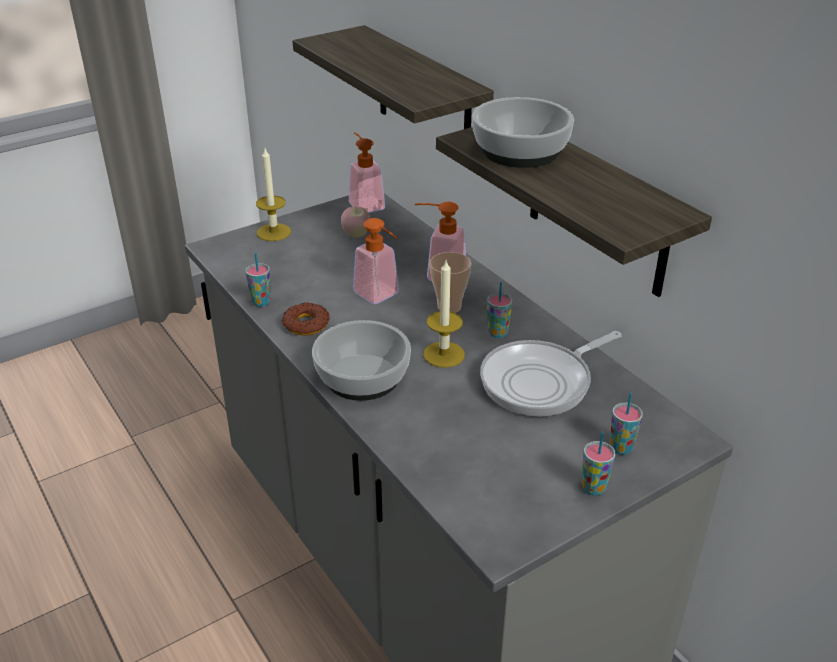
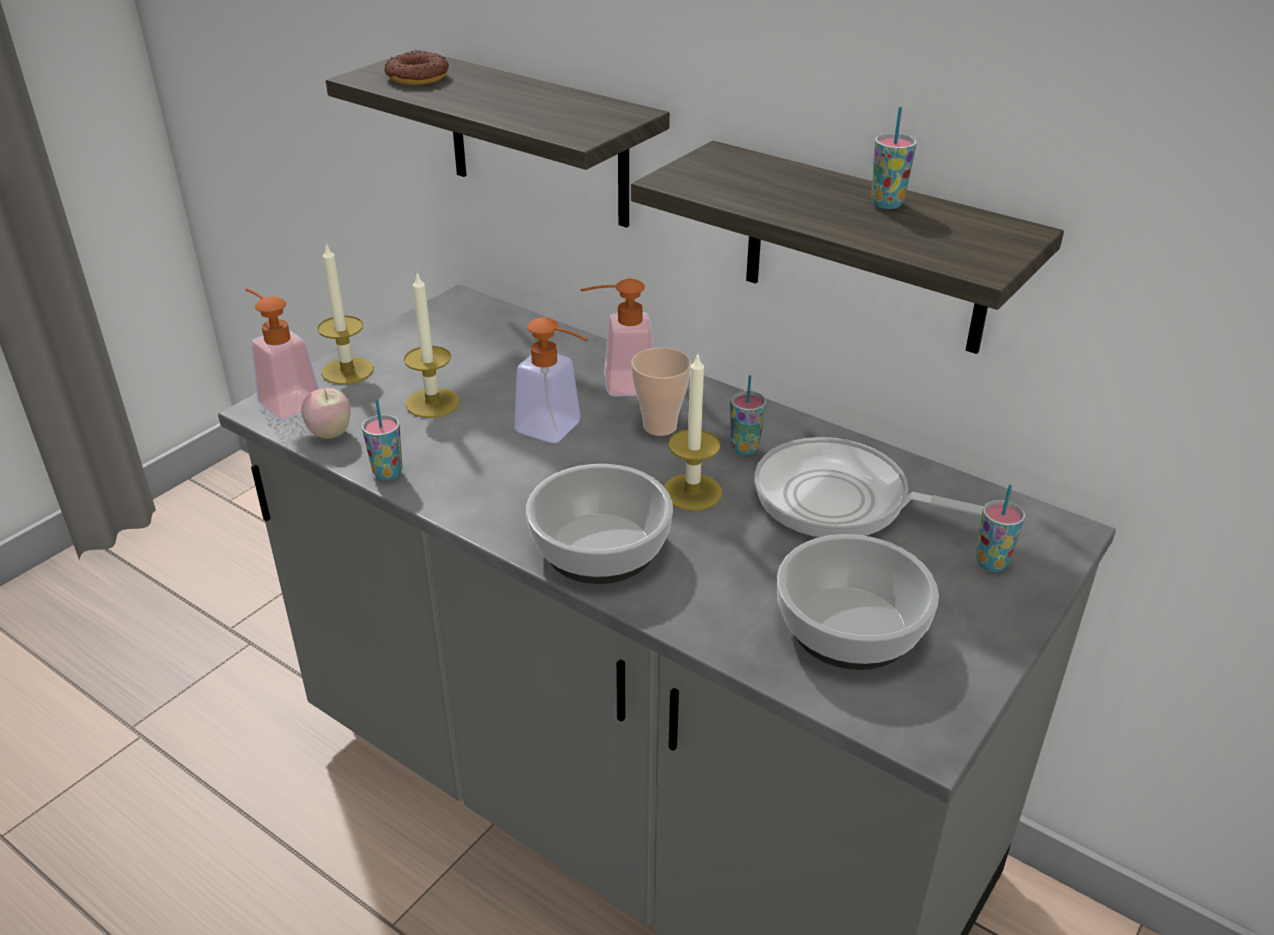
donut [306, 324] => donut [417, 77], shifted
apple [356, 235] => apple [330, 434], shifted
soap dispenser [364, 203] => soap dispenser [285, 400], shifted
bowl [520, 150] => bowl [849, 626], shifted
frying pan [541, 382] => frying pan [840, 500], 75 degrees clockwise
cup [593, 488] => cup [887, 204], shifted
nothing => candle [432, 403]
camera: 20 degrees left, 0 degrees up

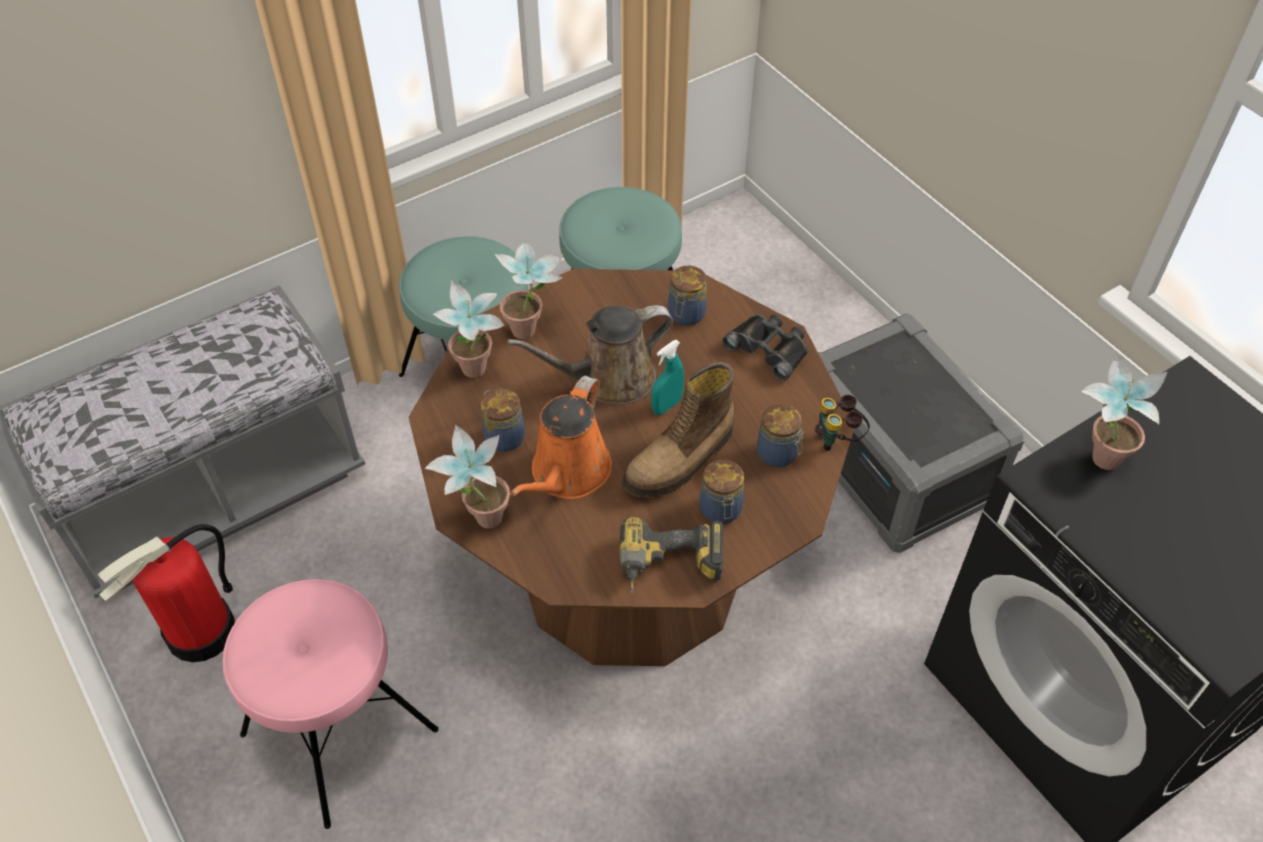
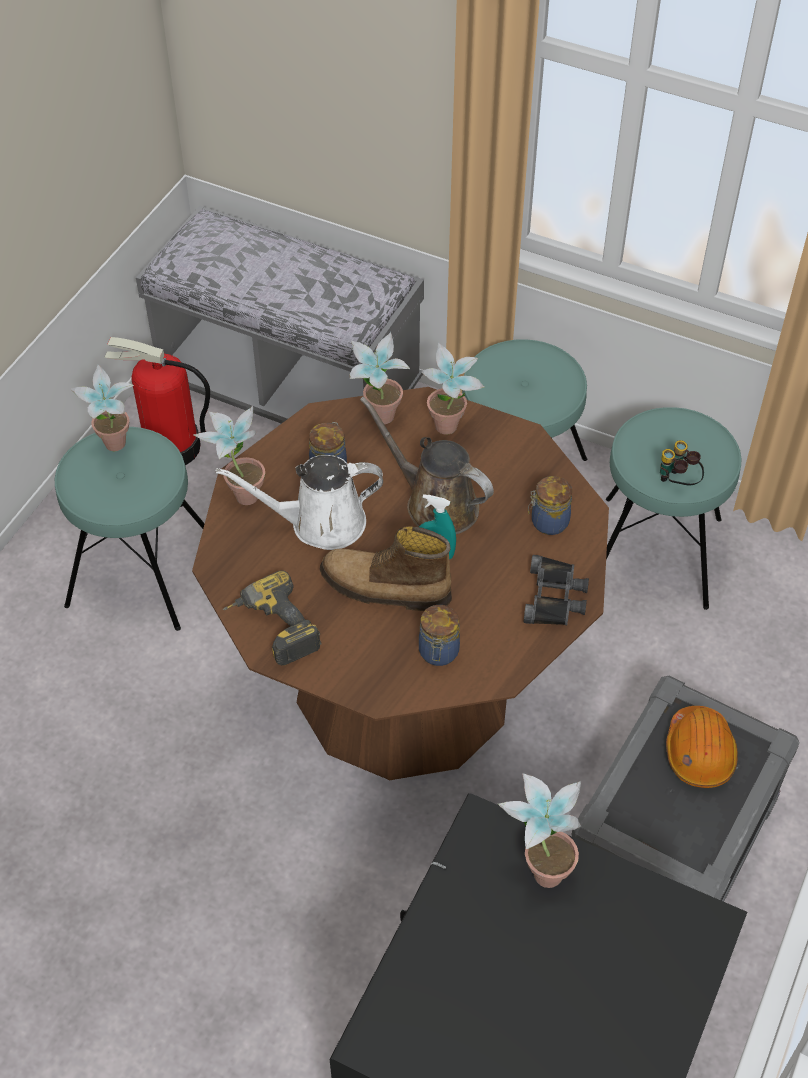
pink stool [339, 731] => turquoise stool [142, 572]
orange watering can [567, 474] => white watering can [320, 523]
jar [720, 511] => nothing
binoculars [838, 439] => binoculars [677, 483], shifted
nothing => potted plant [115, 450]
nothing => orange hard hat [699, 753]
camera: 60 degrees right, 0 degrees up

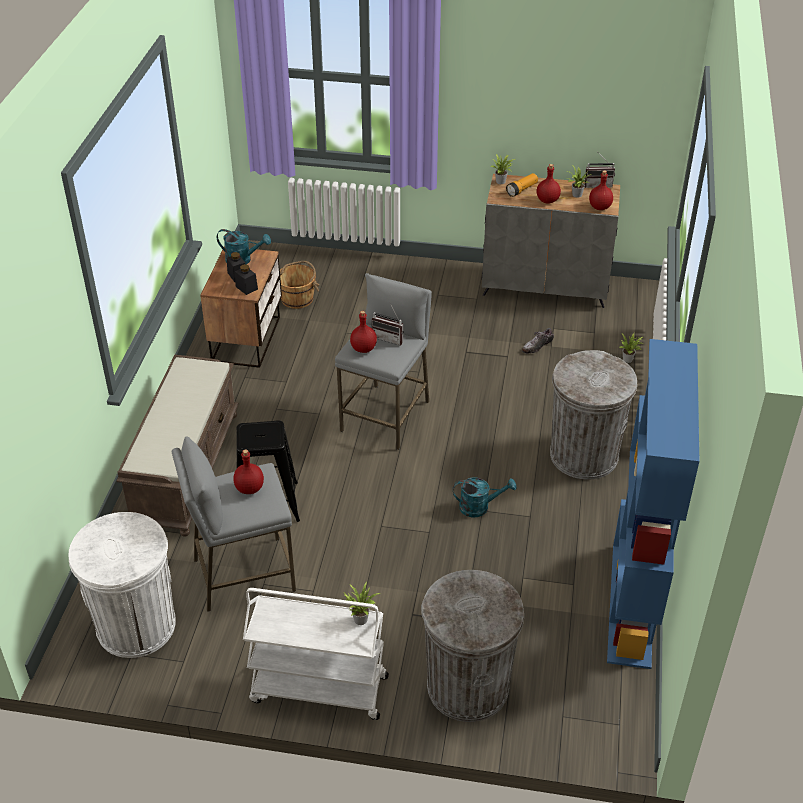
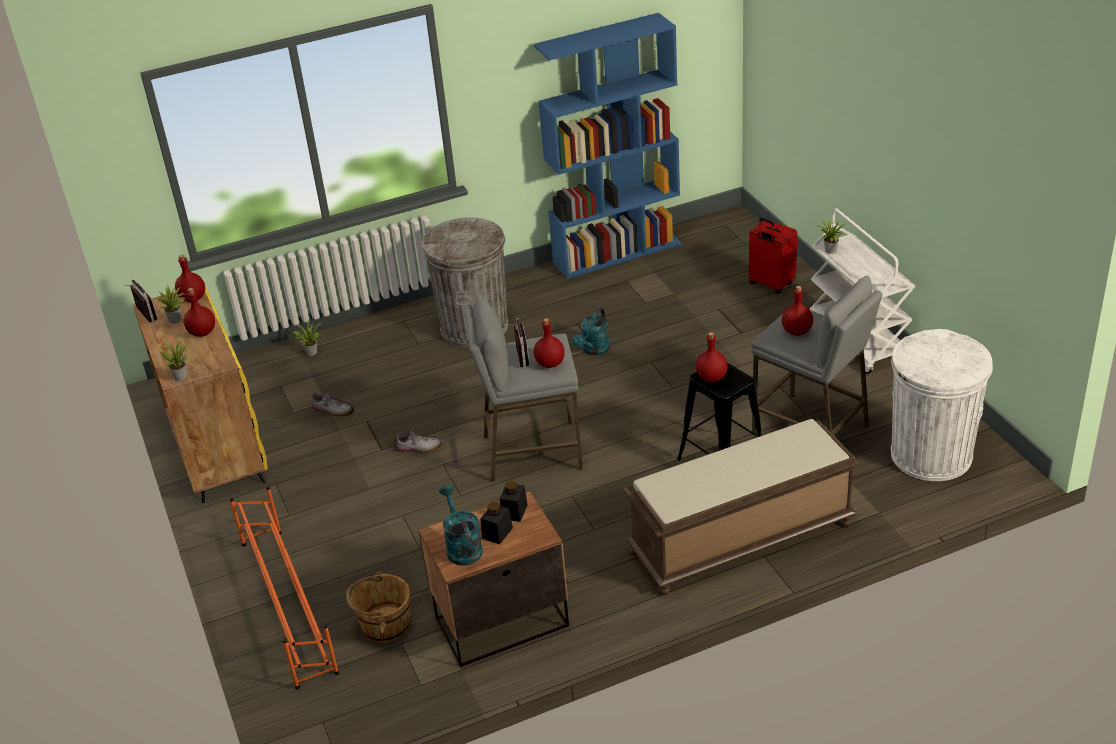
grey trash can [468, 686] => red suitcase [770, 284]
turquoise watering can [479, 507] => turquoise watering can [593, 350], 120 degrees counterclockwise
grey cabinet [545, 287] => yellow cabinet [216, 446]
flashlight [522, 190] => nothing
nothing => orange shoe rack [288, 604]
nothing => shoe [418, 447]
nothing => red bottle [711, 377]
camera: 120 degrees left, 5 degrees down

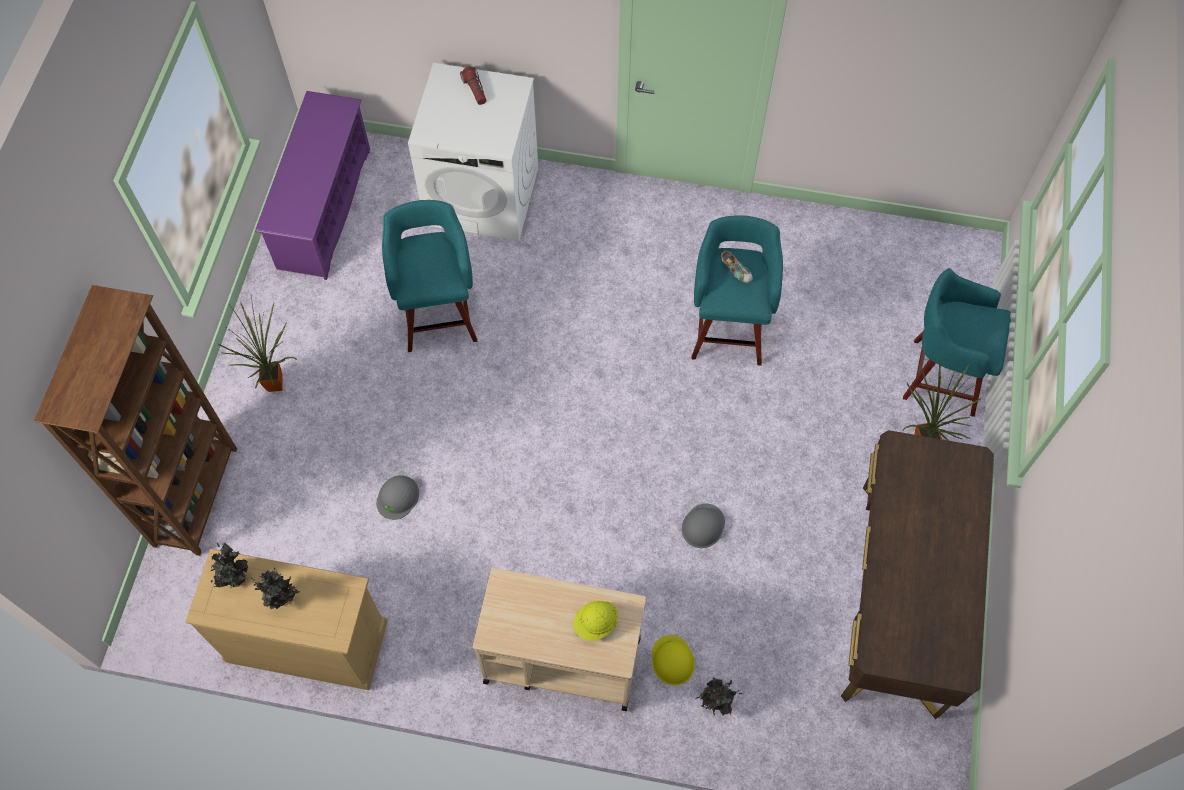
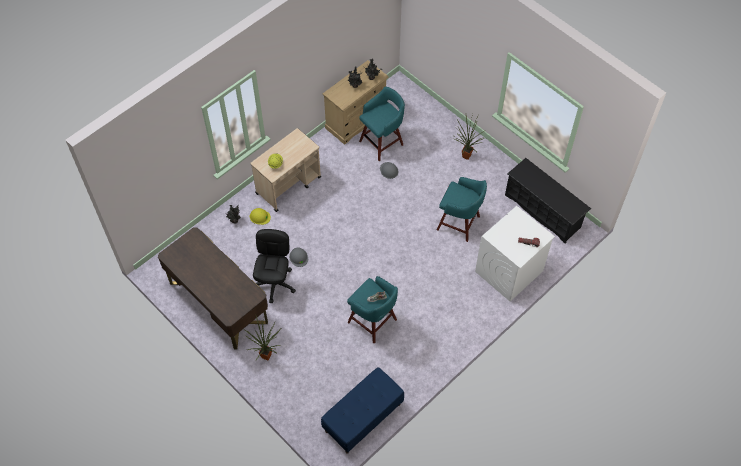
brown bookcase [197, 496] => nothing
purple shoe rack [324, 208] => black shoe rack [543, 211]
turquoise stool [940, 376] => turquoise stool [382, 142], shifted
nothing => black office chair [275, 283]
nothing => blue bench [363, 418]
camera: 125 degrees right, 5 degrees down

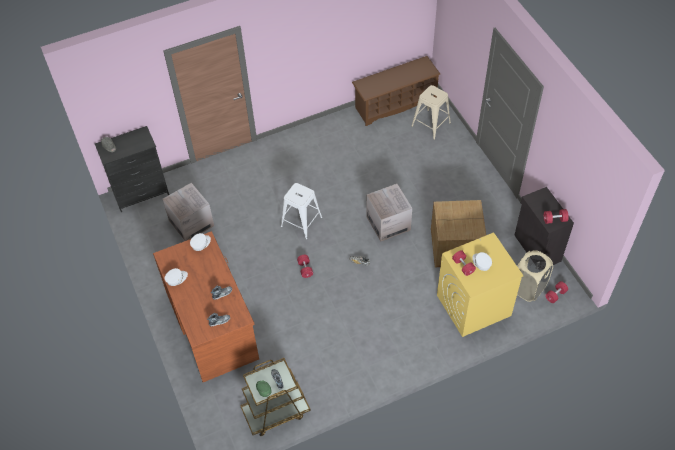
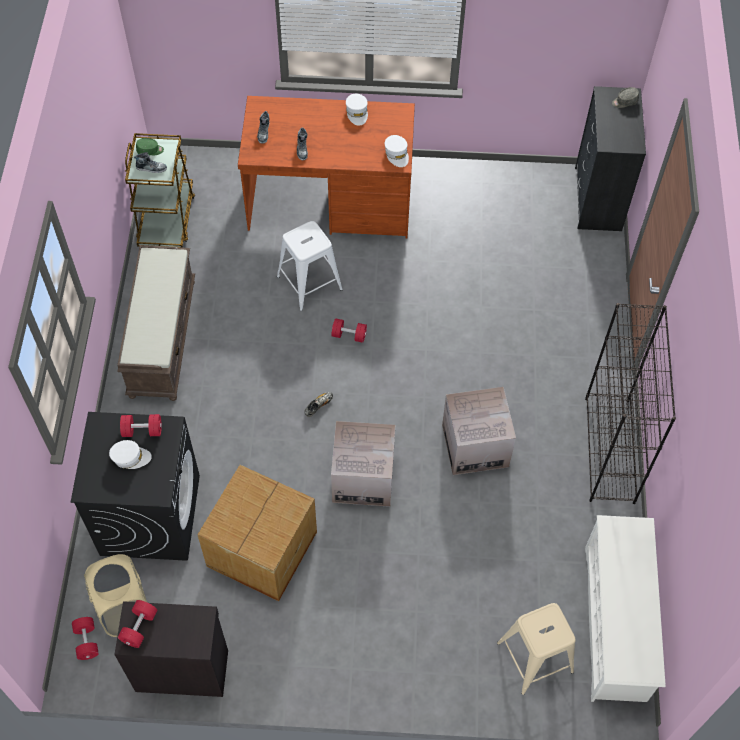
cardboard box [191, 223] => cardboard box [475, 446], shifted
white stool [301, 222] => white stool [309, 283], shifted
brown shoe rack [395, 104] => white shoe rack [615, 624]
yellow washing machine [473, 306] => black washing machine [150, 514]
nothing => brown bench [161, 337]
nothing => black bookcase [610, 450]
camera: 115 degrees right, 5 degrees up

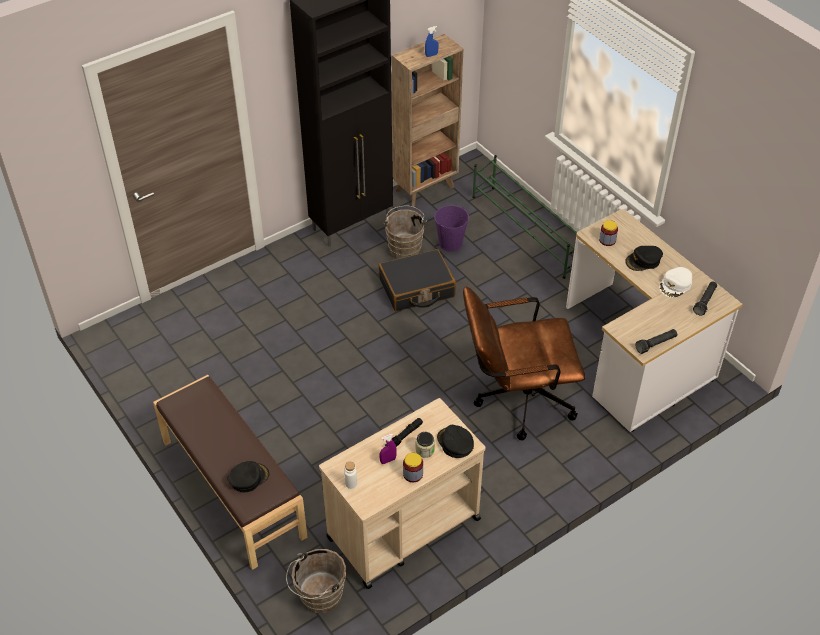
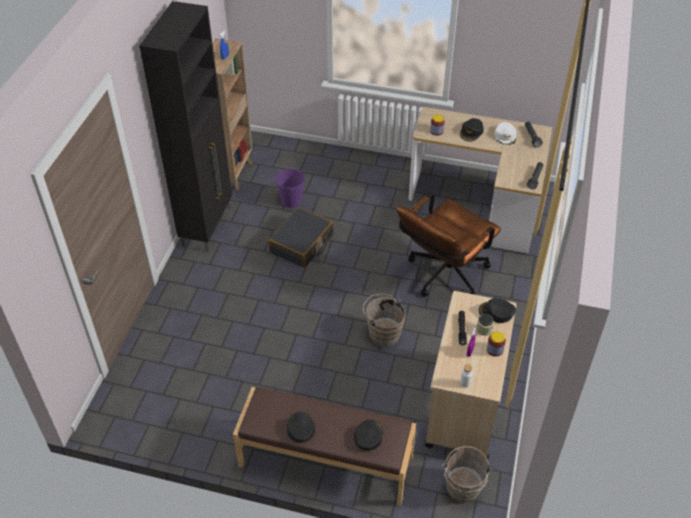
brown bucket [405, 247] => brown bucket [383, 332], shifted
green shoe rack [527, 231] => nothing
nothing => black cap [300, 428]
camera: 40 degrees left, 0 degrees up

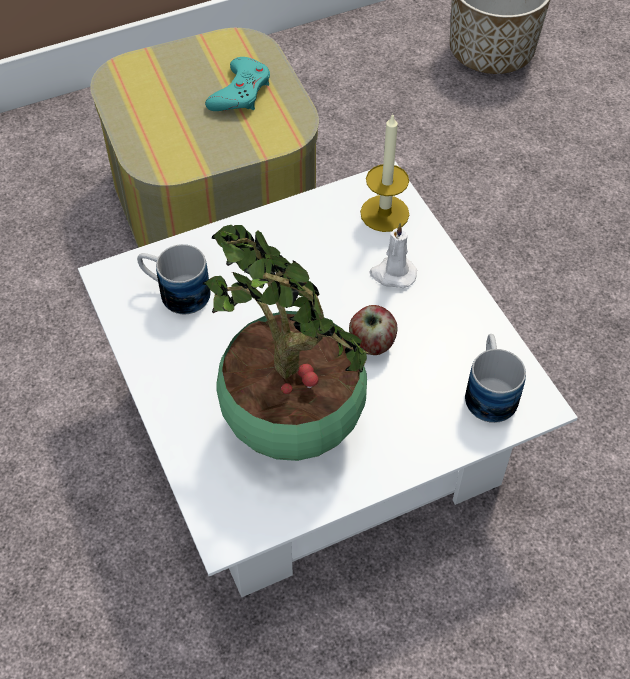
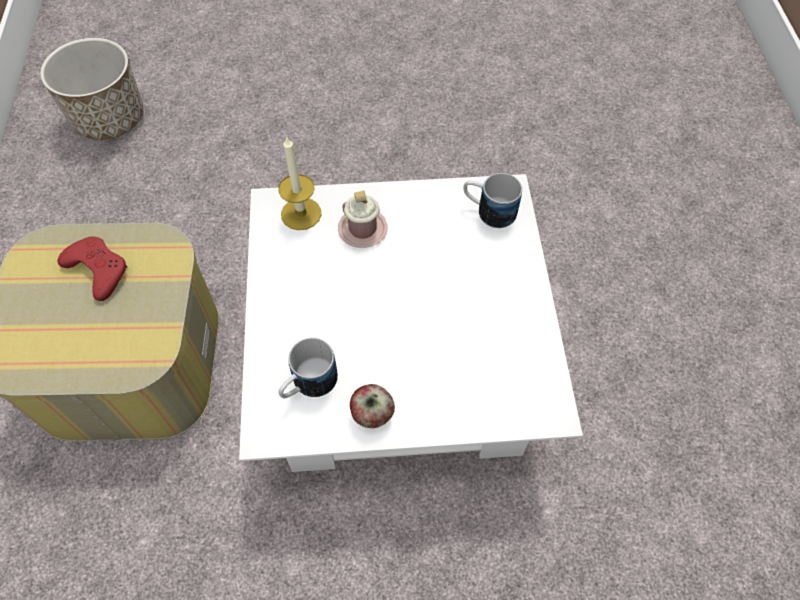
potted plant [296, 426] => nothing
turquoise game controller [240, 92] => red game controller [97, 270]
apple [371, 343] => apple [372, 414], shifted
white candle [392, 274] => pink mug [362, 229]
camera: 70 degrees left, 5 degrees up

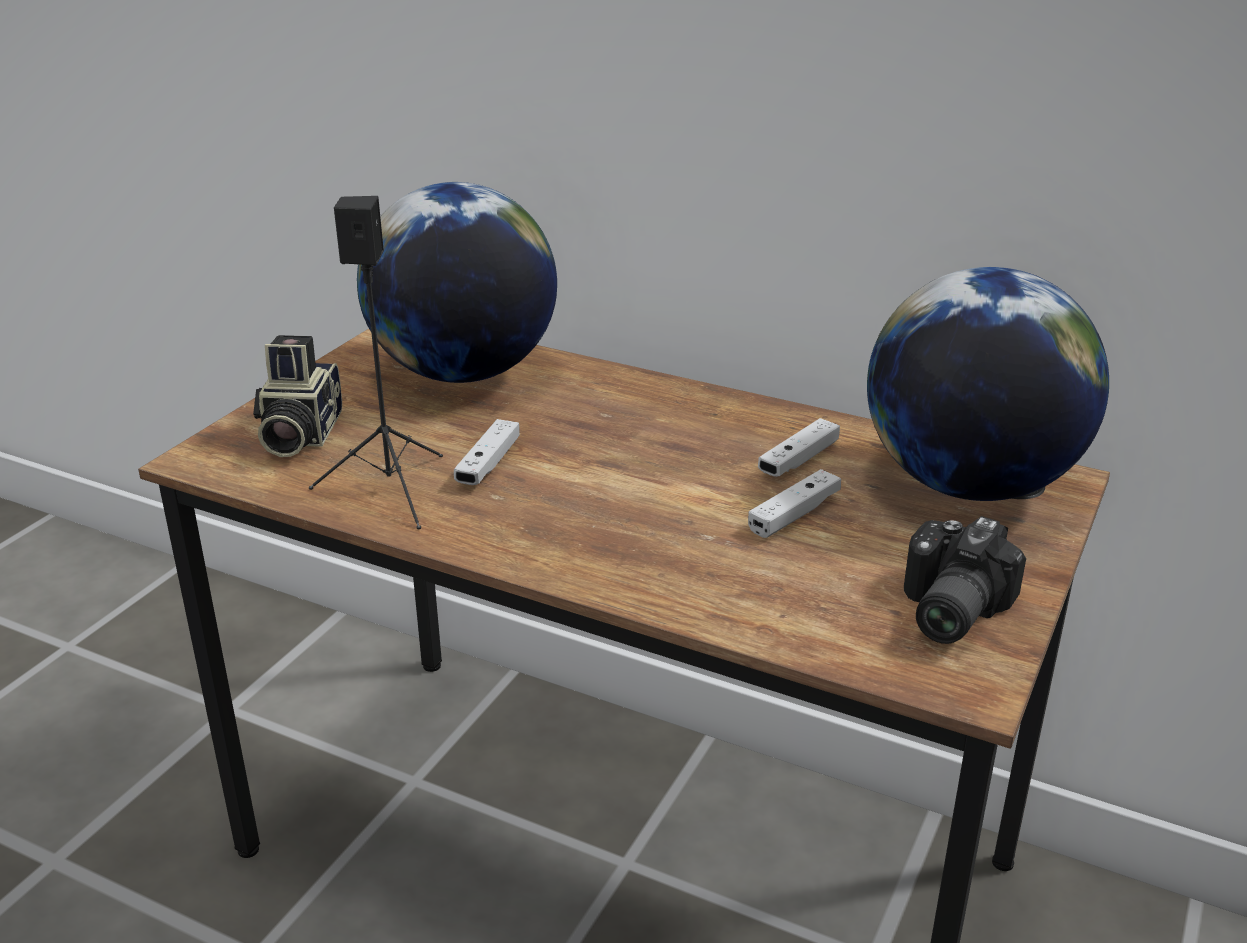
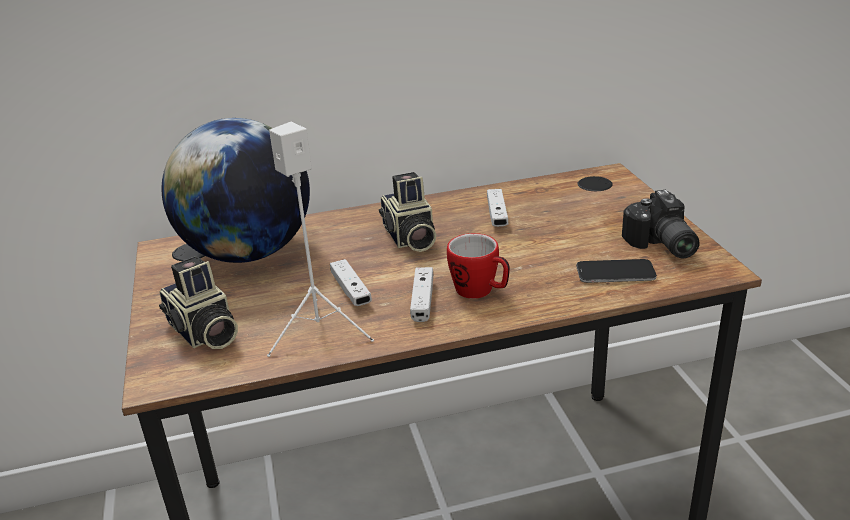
black speaker [391, 488] => white speaker [318, 330]
white game controller [794, 514] => white game controller [422, 301], shifted
globe [969, 484] => nothing
nothing => photo camera [409, 238]
nothing => mug [480, 292]
nothing => phone [615, 273]
camera: 40 degrees left, 0 degrees up

